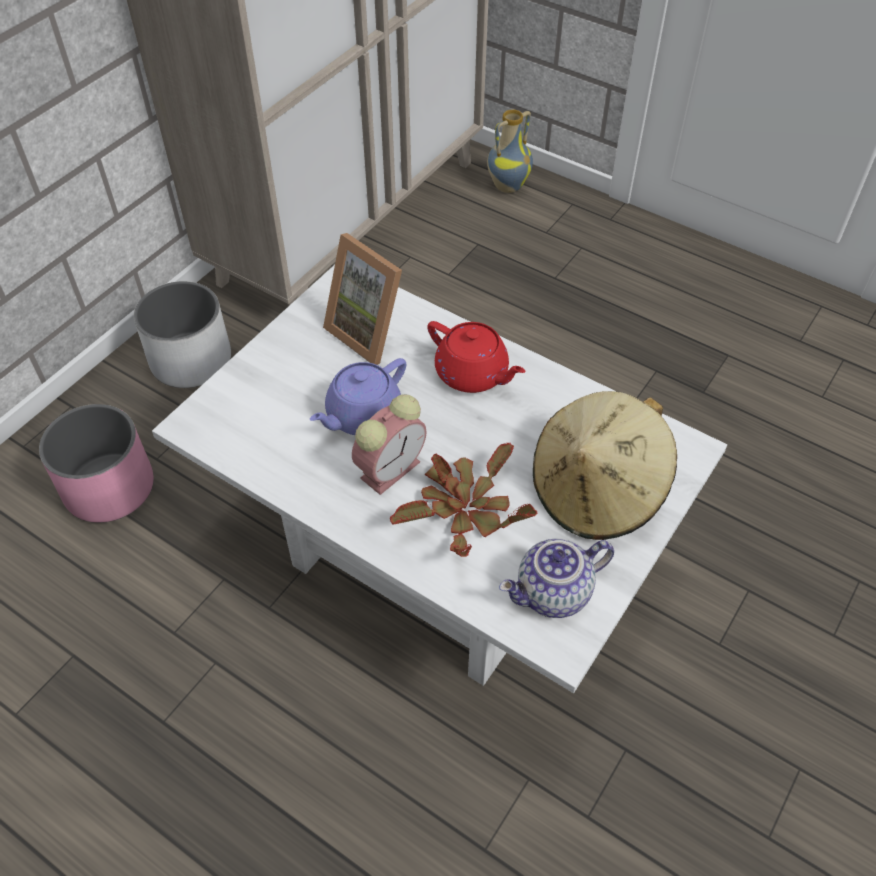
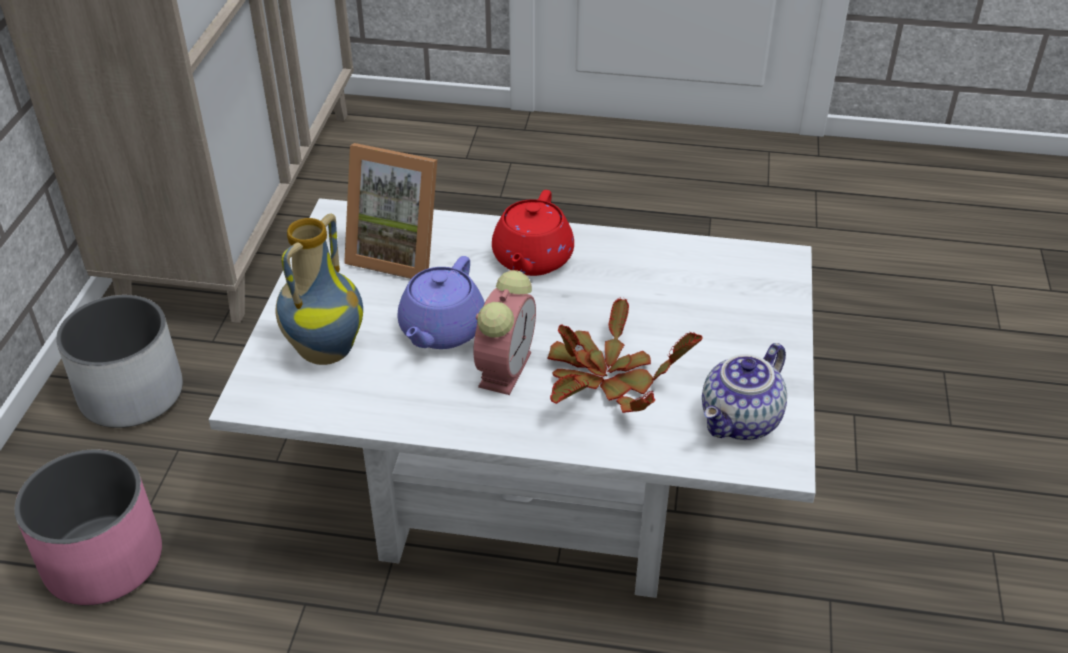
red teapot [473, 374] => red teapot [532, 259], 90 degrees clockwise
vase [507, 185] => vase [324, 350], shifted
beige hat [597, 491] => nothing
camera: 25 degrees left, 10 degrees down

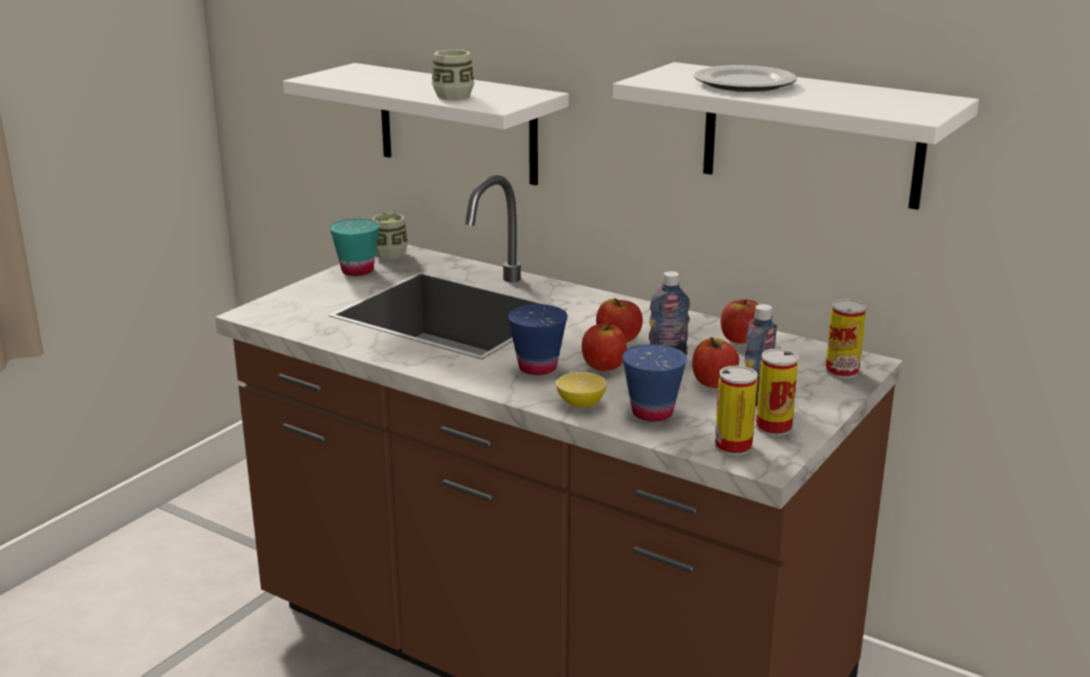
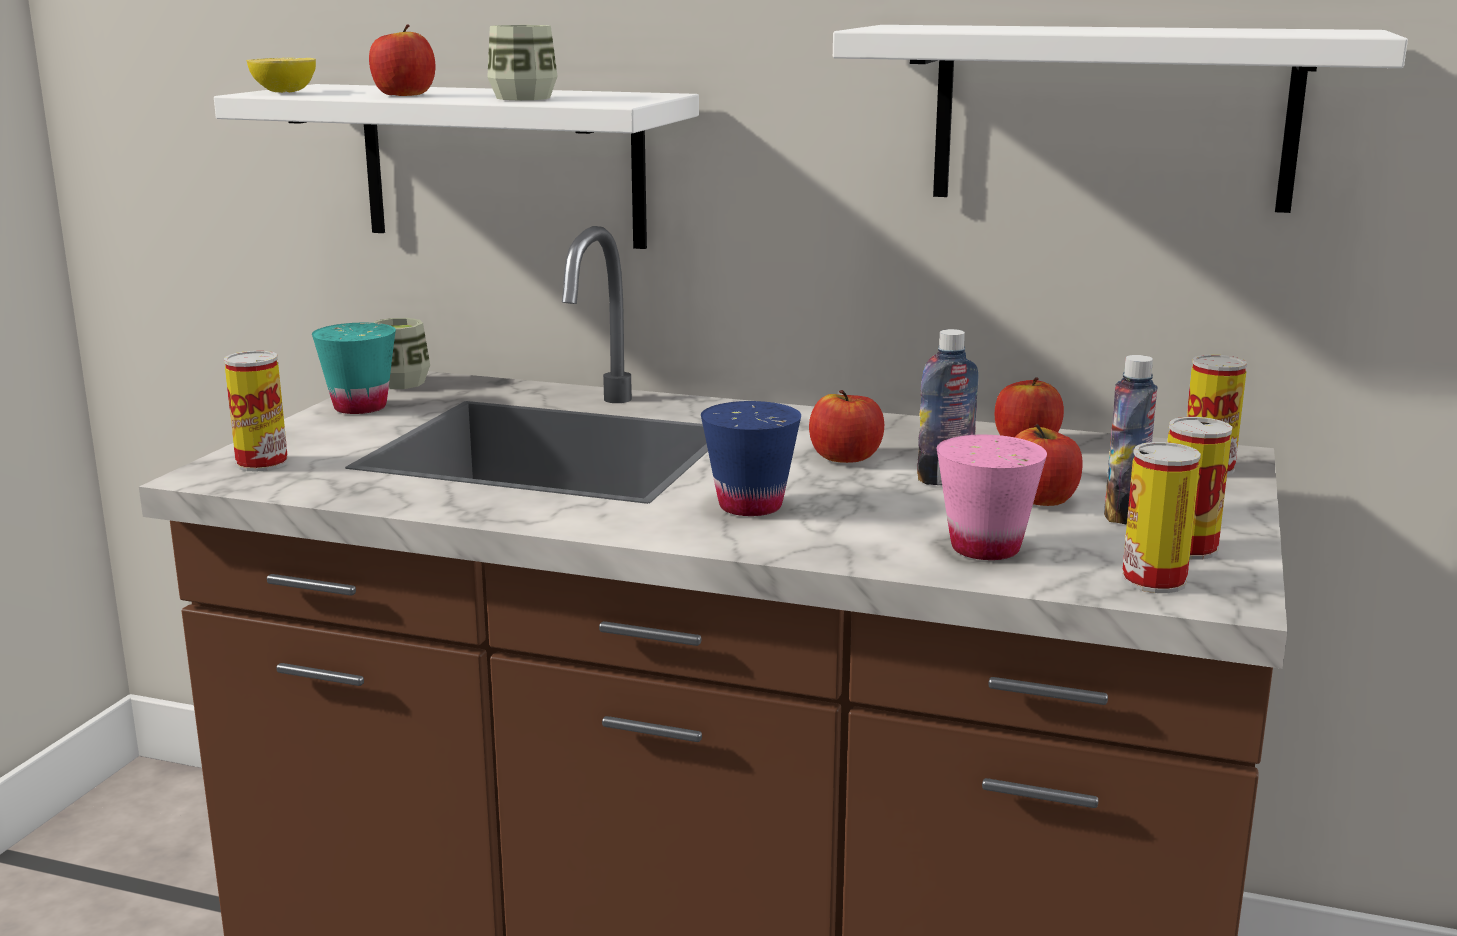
lemon [581, 404] => lemon [284, 92], shifted
apple [603, 366] => apple [404, 95], shifted
blue cup [652, 413] => pink cup [985, 548]
plate [743, 84] => nothing
nothing => can [262, 463]
camera: 15 degrees left, 5 degrees down

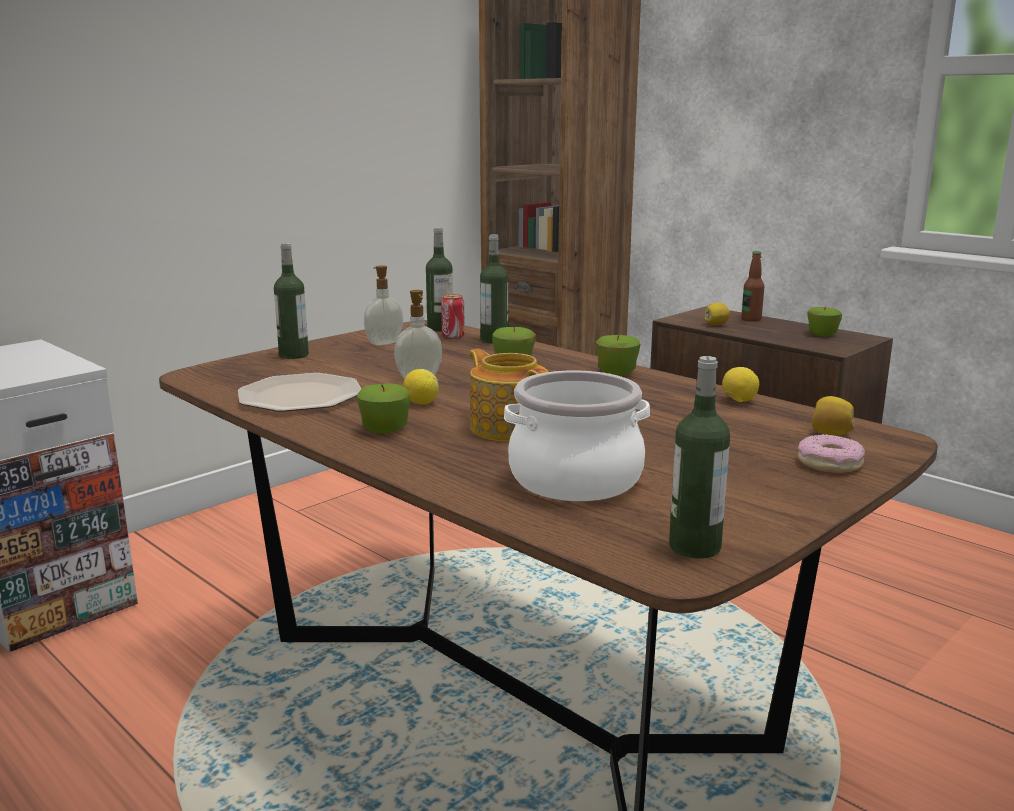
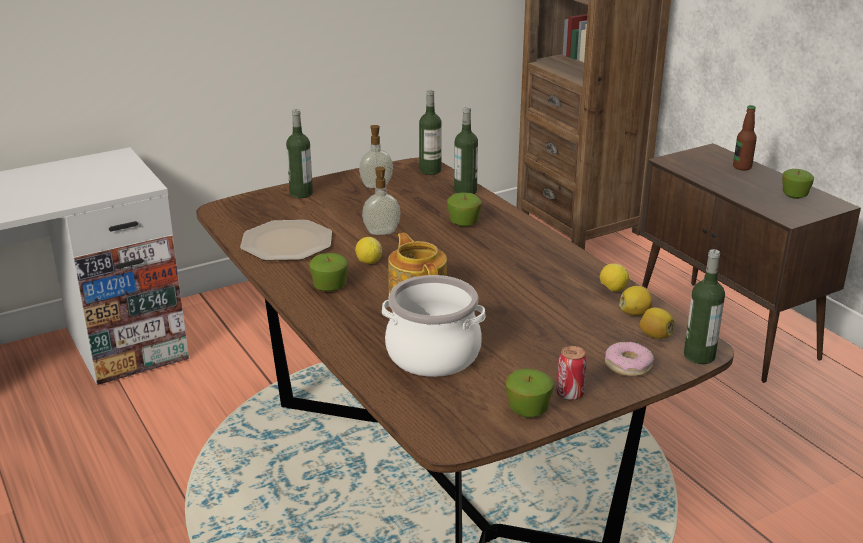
can [453, 336] => can [570, 394], shifted
apple [616, 372] => apple [527, 410], shifted
bottle [694, 547] => bottle [699, 356], shifted
lemon [716, 324] => lemon [635, 313], shifted
camera: 15 degrees right, 10 degrees up

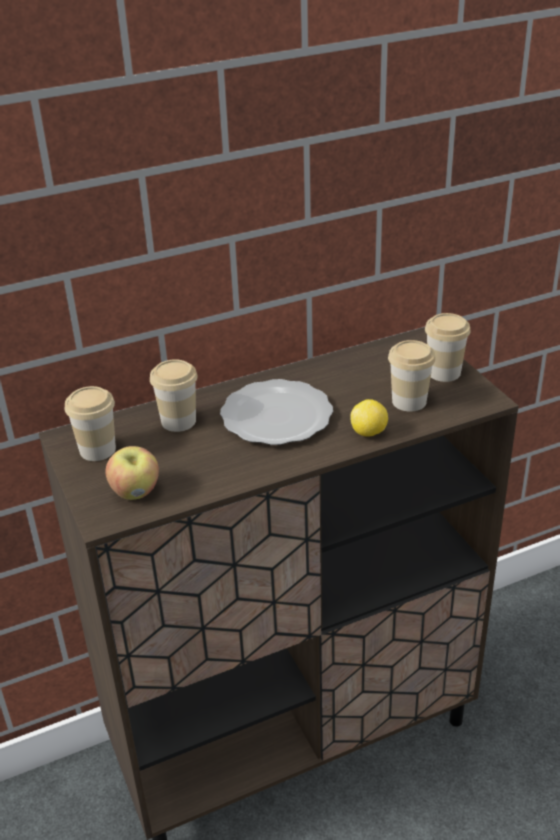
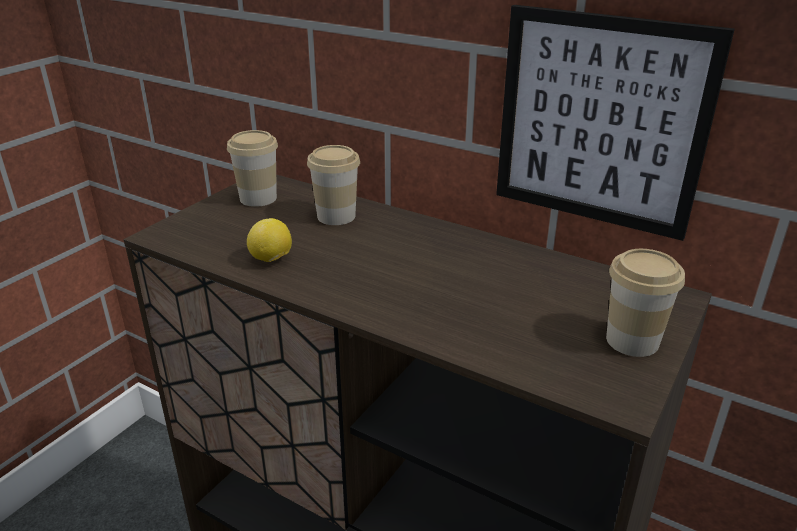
apple [136, 492] => nothing
plate [277, 417] => nothing
lemon [369, 432] => lemon [271, 260], shifted
cup [409, 401] => nothing
nothing => picture [600, 122]
camera: 55 degrees right, 5 degrees down

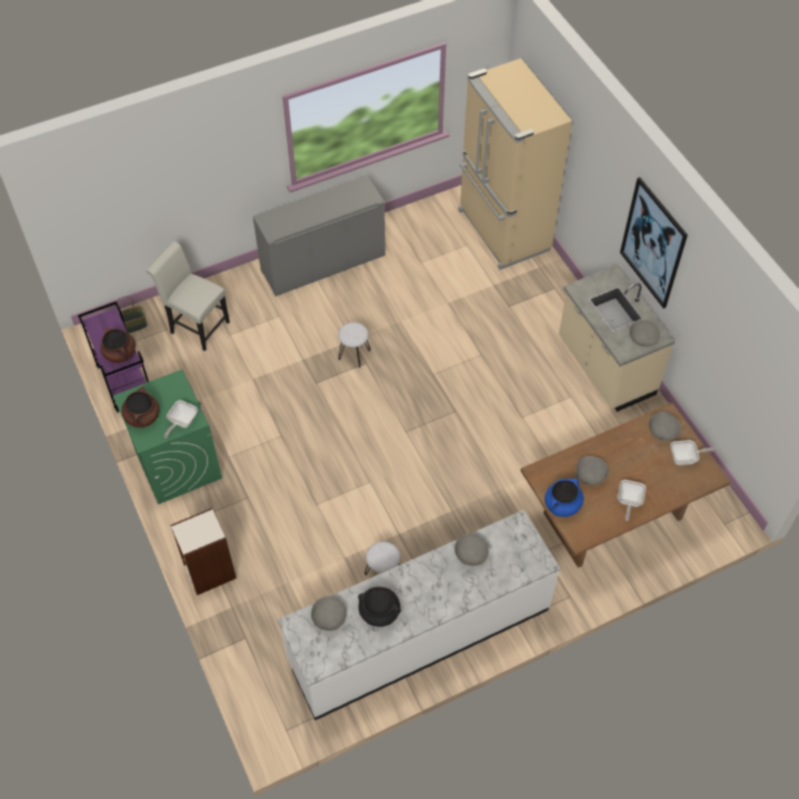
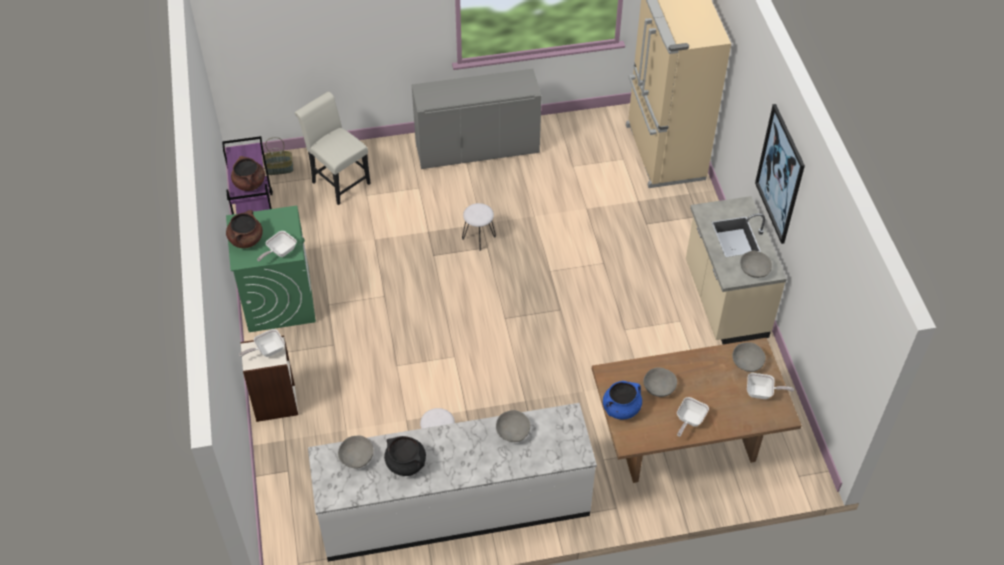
nothing => frying pan [267, 350]
camera: 15 degrees right, 5 degrees down

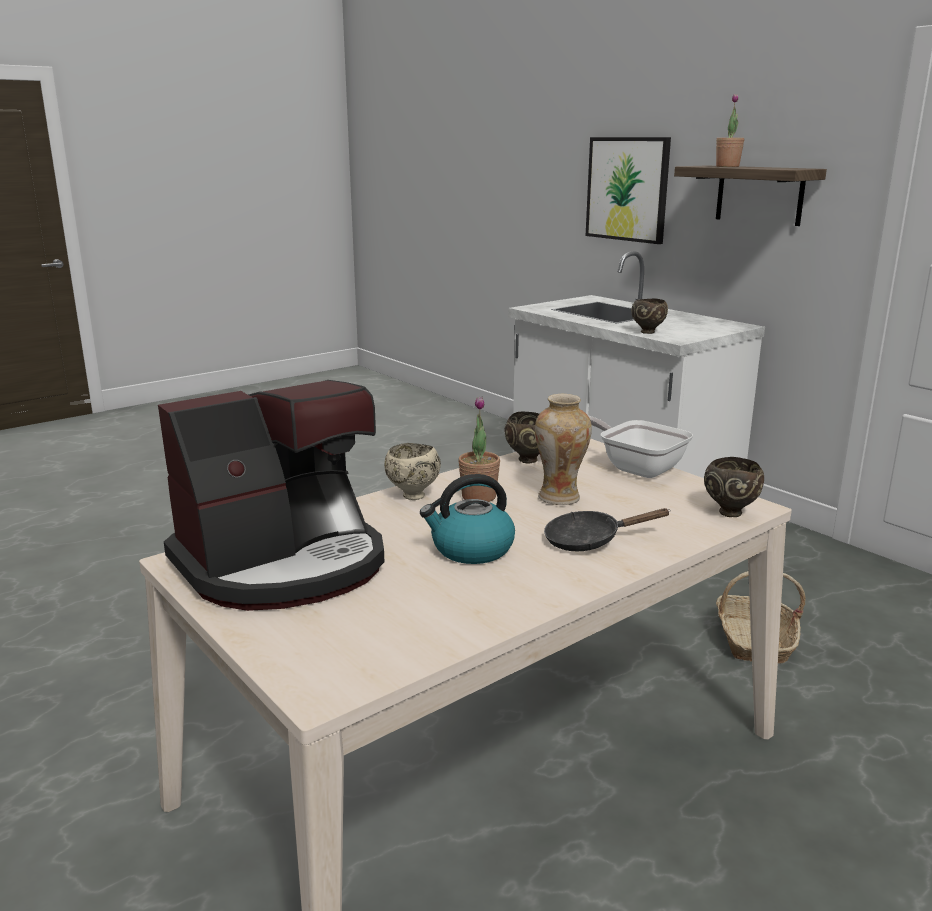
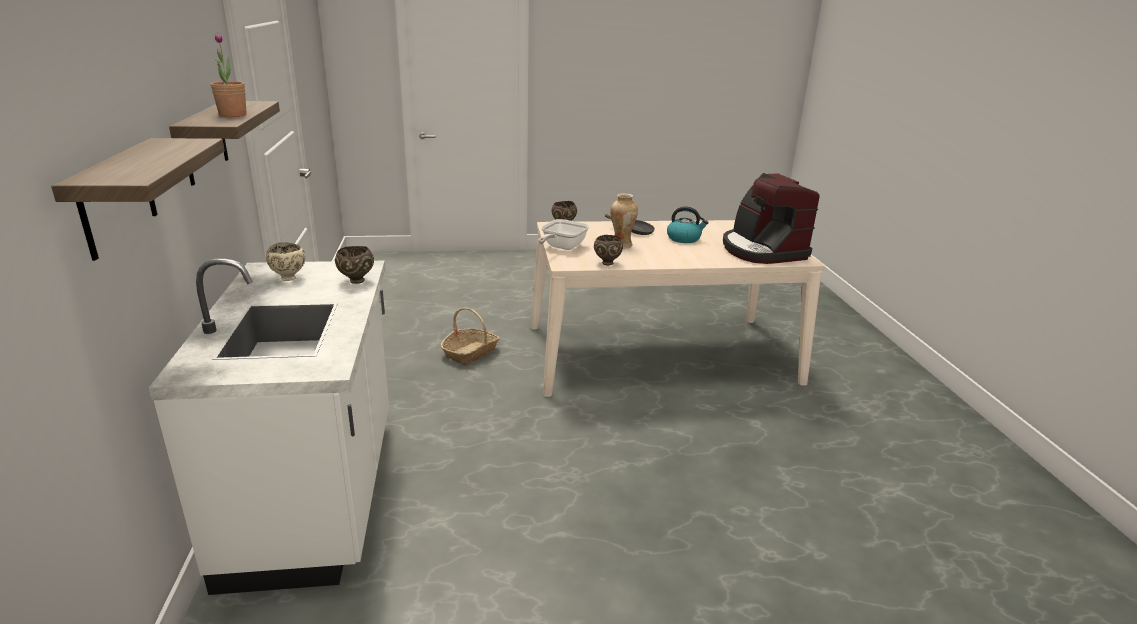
coffee machine [284, 564] => coffee machine [762, 250], 105 degrees counterclockwise
beige bowl [412, 496] => beige bowl [289, 278], shifted
potted plant [479, 496] => nothing
picture [627, 189] => shelf [117, 198]
frying pan [635, 467] => frying pan [561, 247], 45 degrees clockwise
camera: 150 degrees left, 5 degrees up

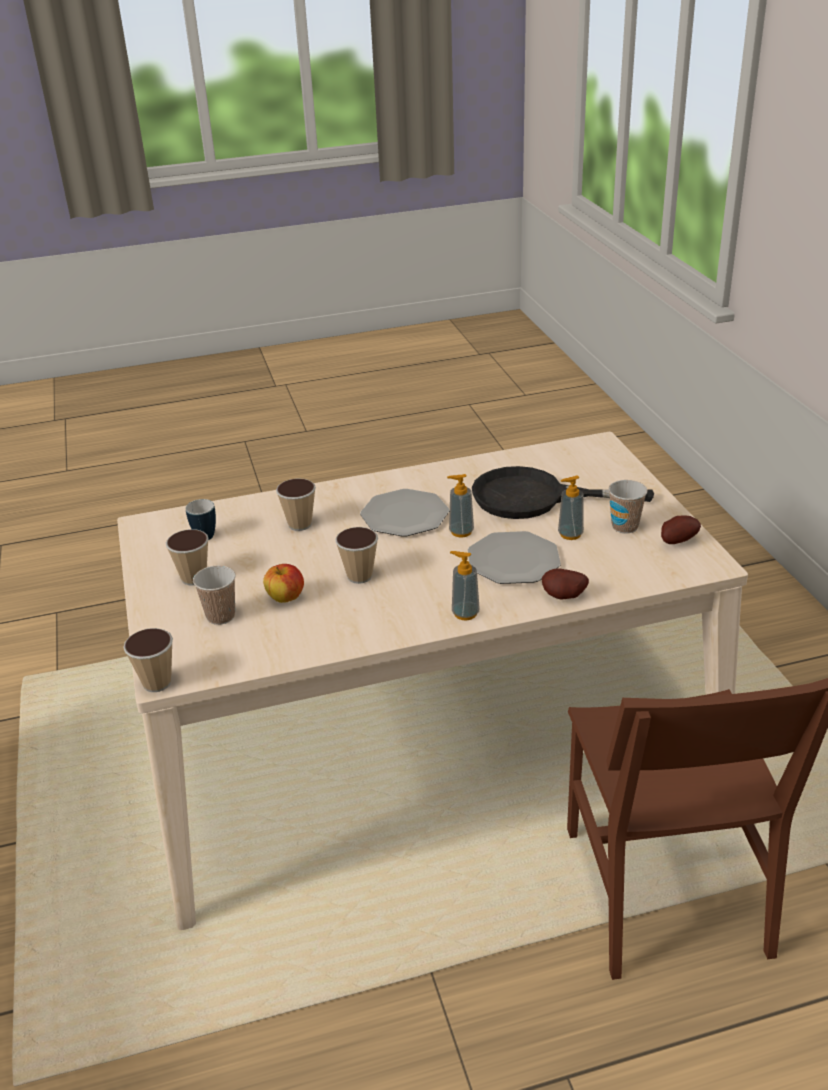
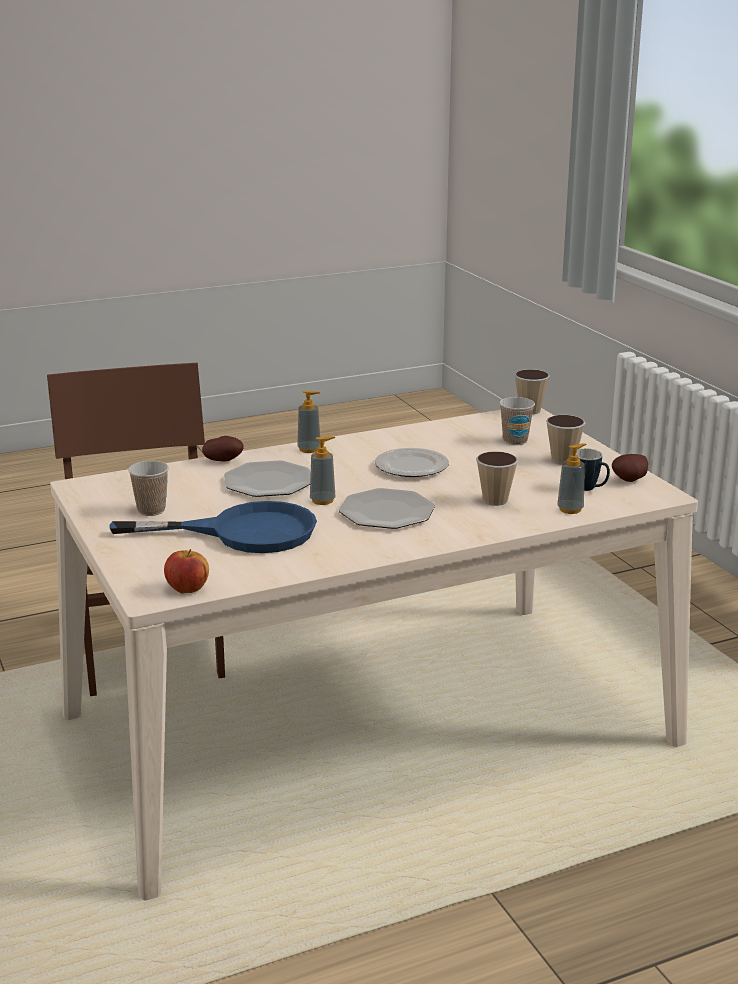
apple [285, 598] => apple [187, 589], shifted
cup [359, 576] => plate [410, 467]
black frying pan [535, 498] => blue frying pan [243, 532]
soap dispenser [570, 534] => soap dispenser [570, 509], shifted
potato [676, 541] => potato [631, 481], shifted
camera: 170 degrees right, 10 degrees down

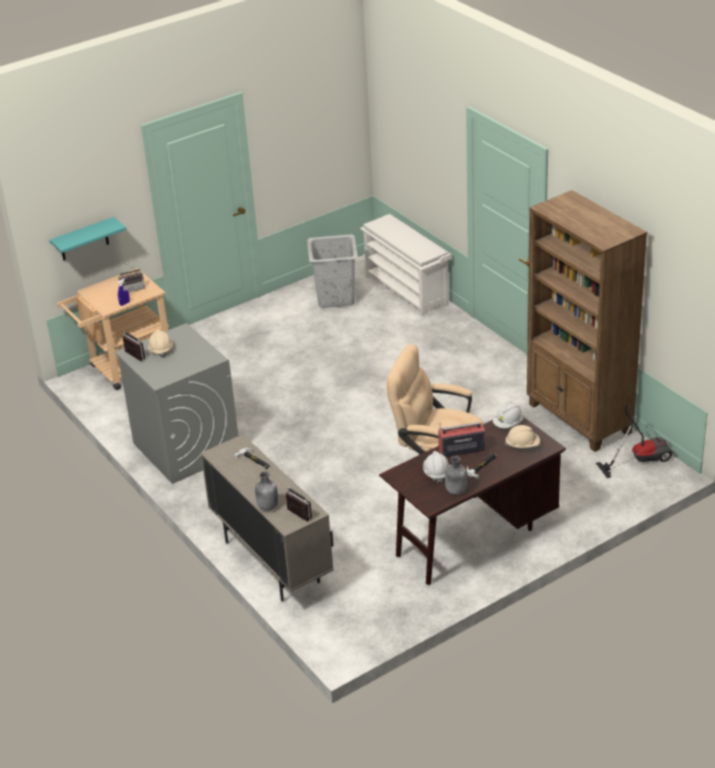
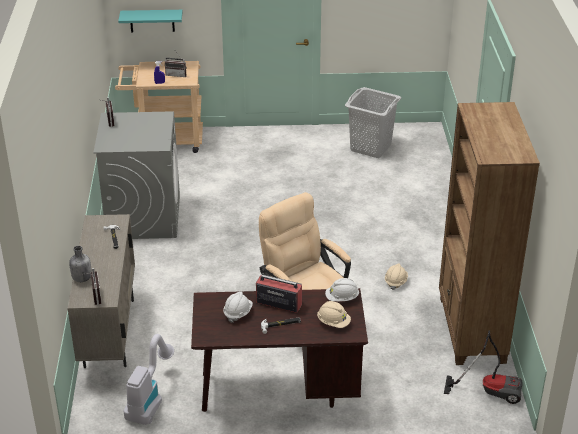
beige hard hat [161, 350] => beige hard hat [395, 282], shifted
white shoe rack [407, 290] => nothing
grey bottle [456, 491] => nothing
nothing => vacuum cleaner [149, 399]
camera: 30 degrees right, 0 degrees up

